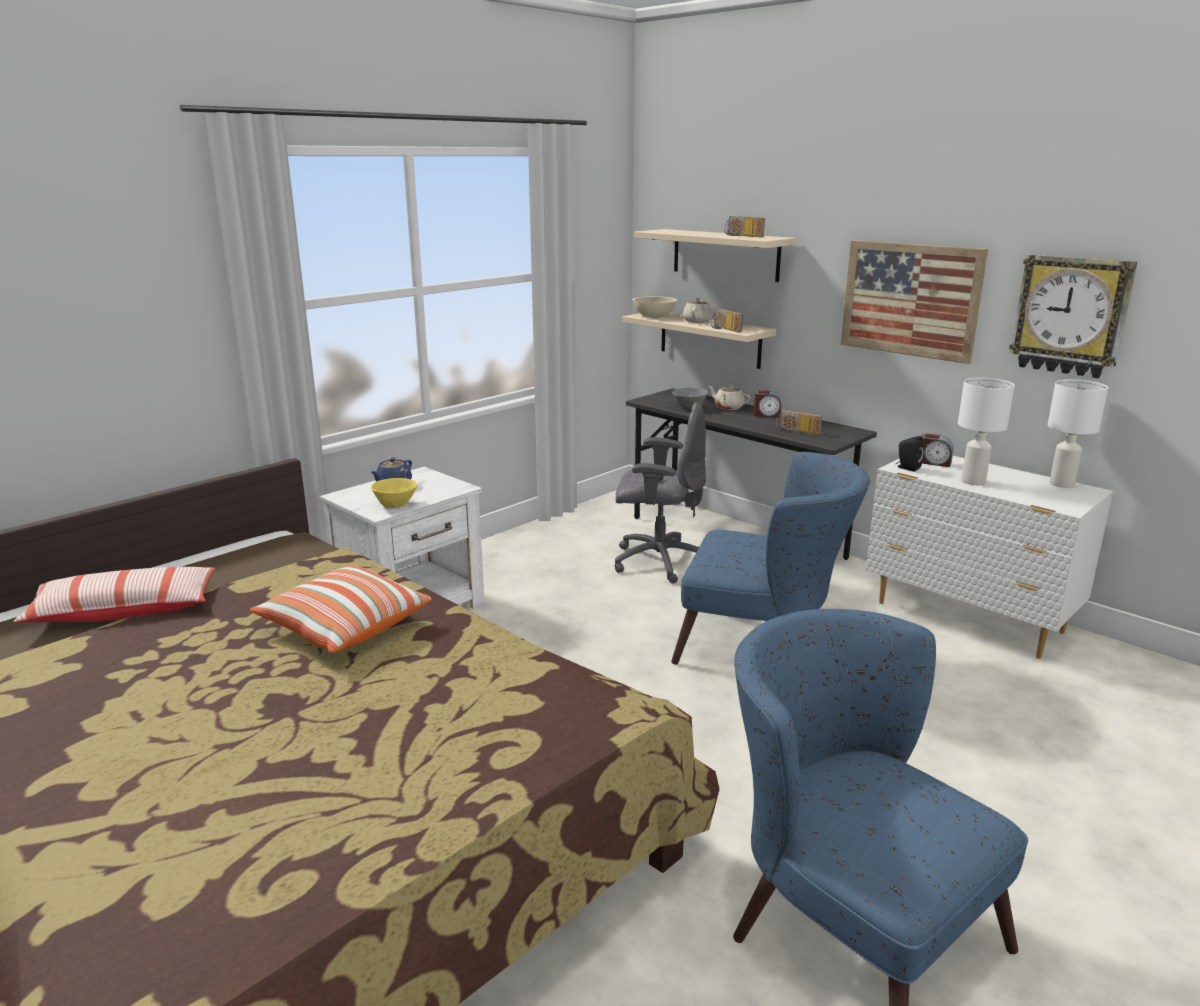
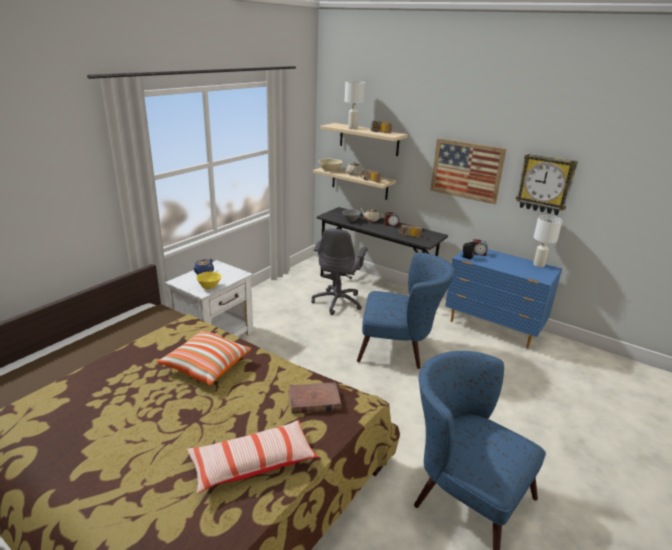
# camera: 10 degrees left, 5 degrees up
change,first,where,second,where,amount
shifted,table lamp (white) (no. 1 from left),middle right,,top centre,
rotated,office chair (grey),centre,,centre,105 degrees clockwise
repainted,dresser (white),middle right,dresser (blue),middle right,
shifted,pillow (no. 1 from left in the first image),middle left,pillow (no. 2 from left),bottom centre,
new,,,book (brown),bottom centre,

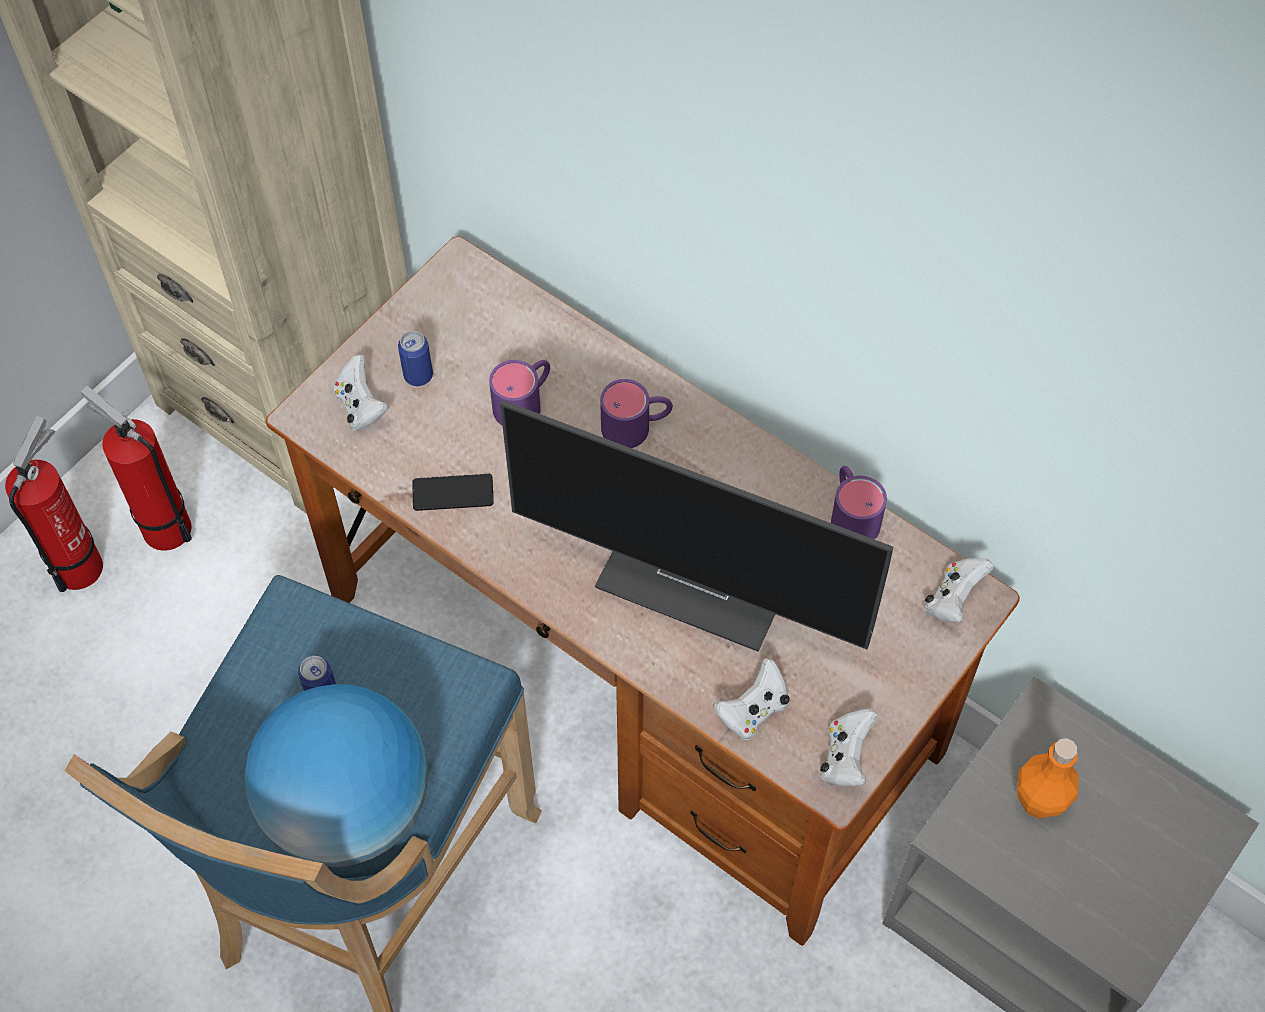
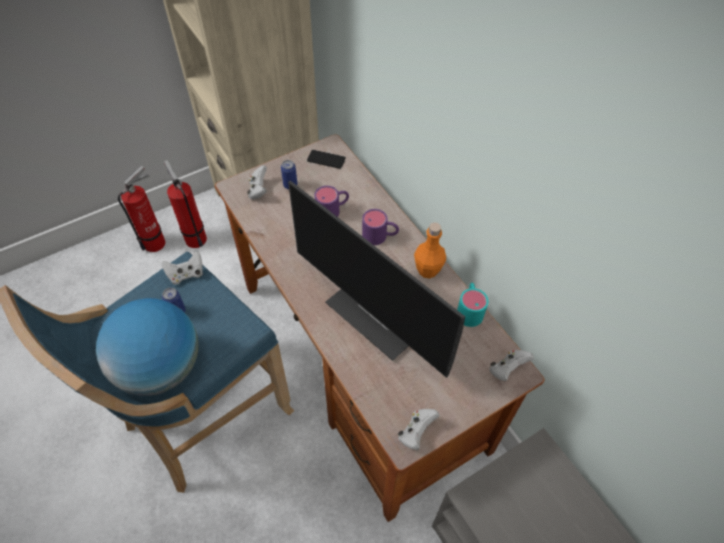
# camera: 20 degrees right, 5 degrees down
change,first,where,second,where,amount
repainted,mug (purple) (no. 3 from left),middle right,mug (turquoise),centre,
shifted,phone,centre,,top centre,
shifted,game controller (white) (no. 2 from left in the first image),bottom centre,game controller (white) (no. 1 from left),middle left,
shifted,bottle (orange),bottom right,,centre,

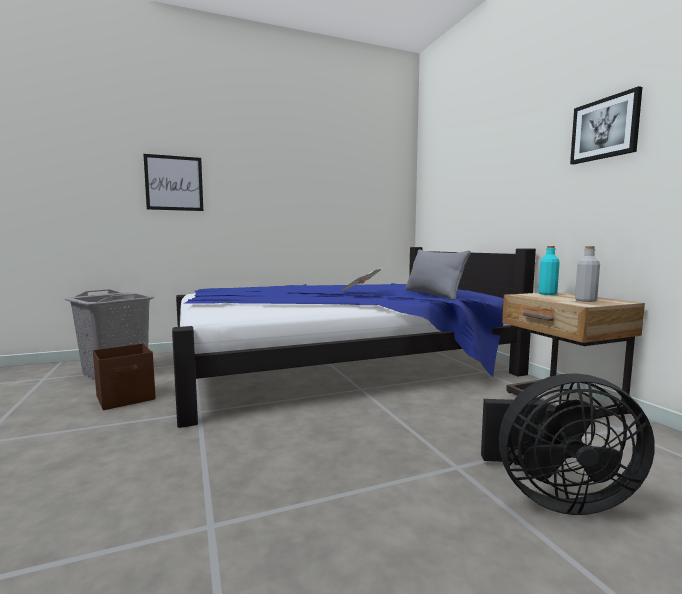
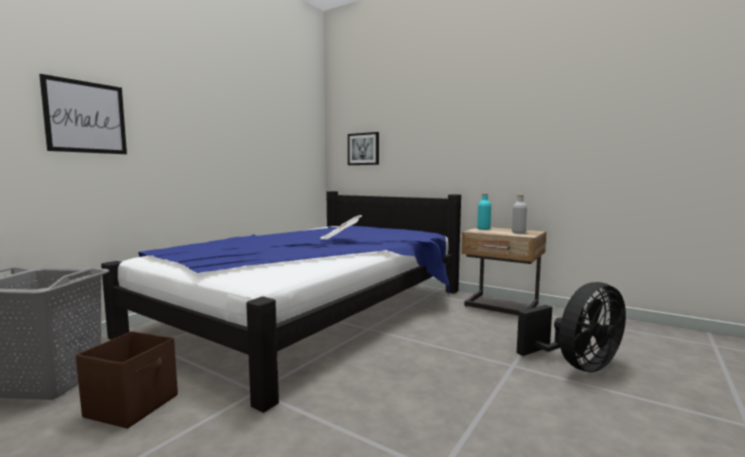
# camera: 35 degrees left, 0 degrees up
change,first,where,second,where,amount
shifted,picture (no. 2 from left),top right,,top centre,
gone,pillow (grey),centre,,,

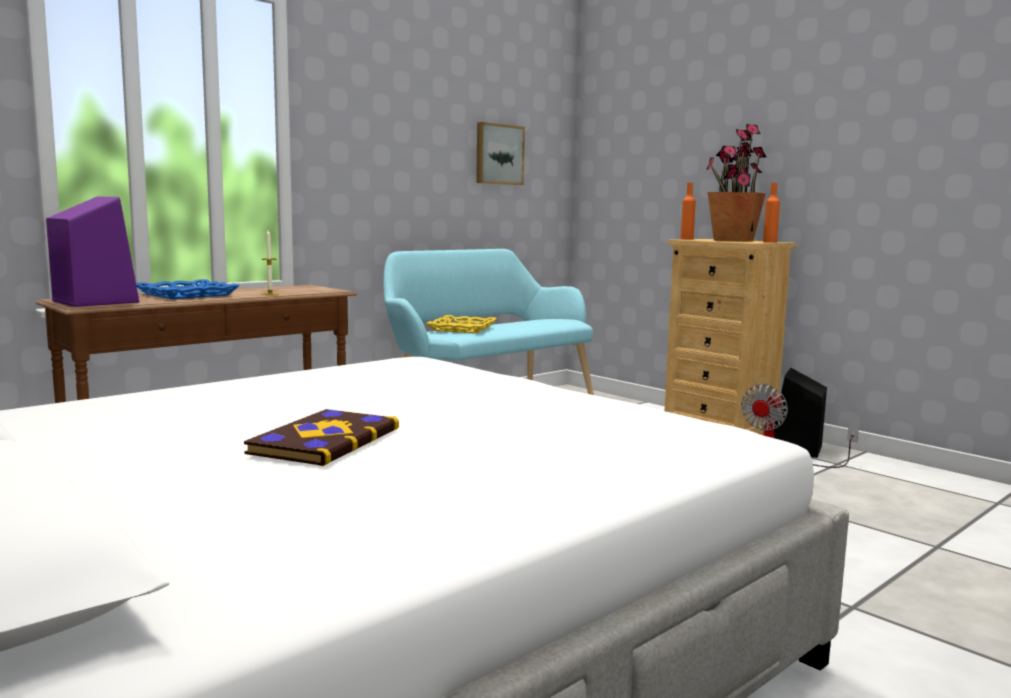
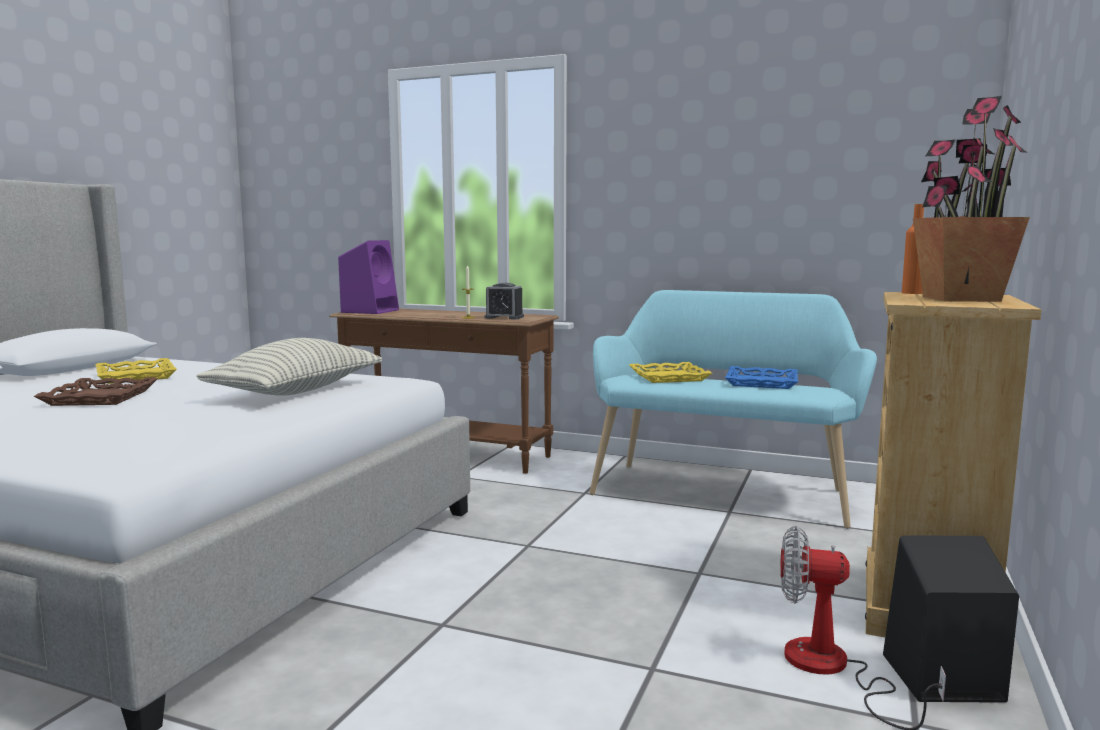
# camera: 65 degrees right, 0 degrees up
change,first,where,second,where,amount
gone,picture,top centre,,,
gone,bottle (orange) (no. 2 from left),top right,,,
shifted,tray (blue),middle left,,middle right,
swapped,book,middle left,tray (brown),middle left,
new,,,alarm clock,centre,
new,,,pillow,middle left,
new,,,tray (yellow) (no. 1 from left),middle left,

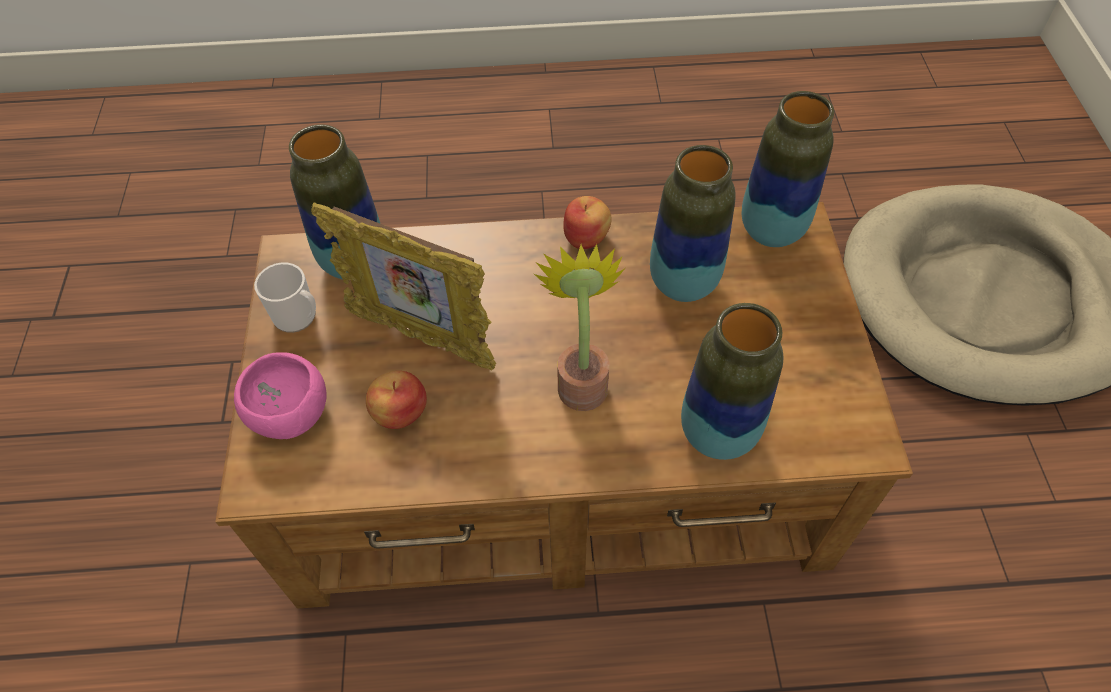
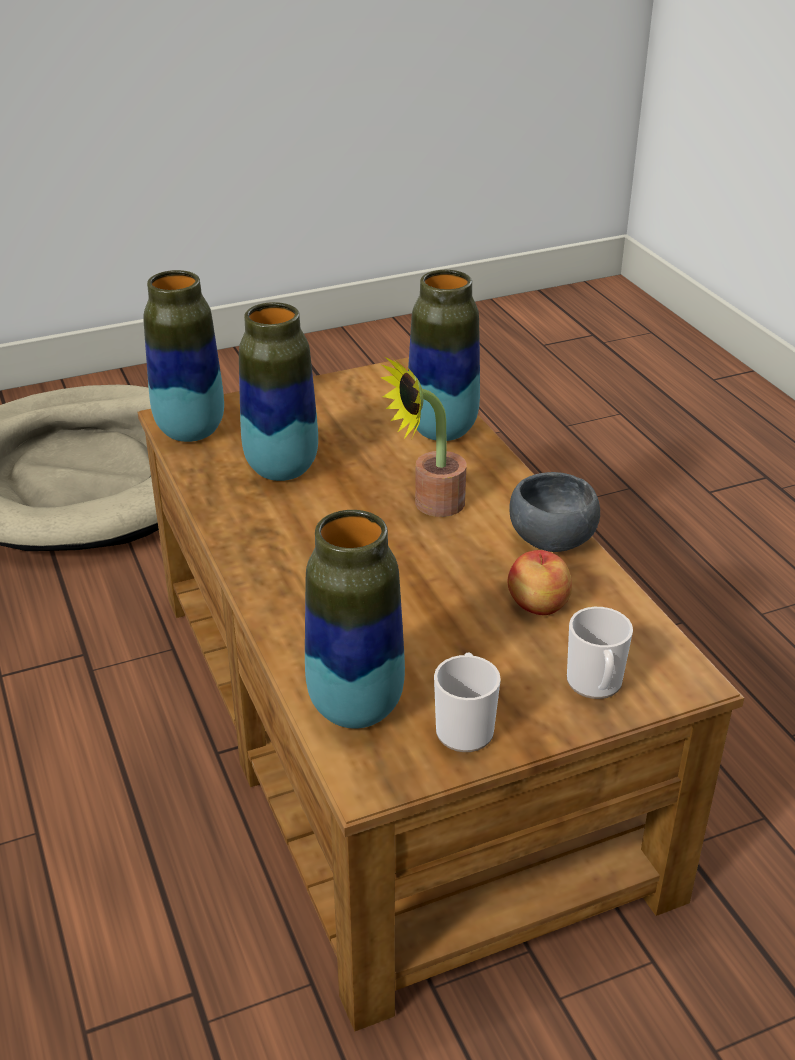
# camera: 110 degrees left, 20 degrees down
change,first,where,second,where,amount
gone,apple (no. 2 from left),top centre,,,
gone,picture frame,centre,,,
swapped,bowl (pink),middle left,mug (no. 2 from left),middle right,
new,,,bowl (grey),middle right,

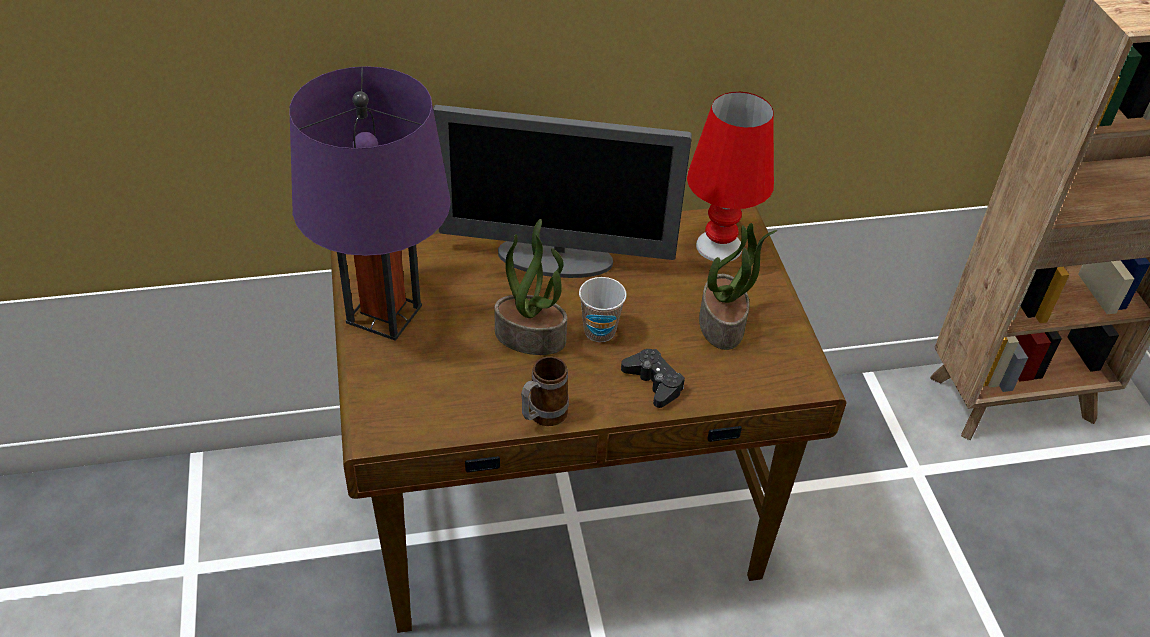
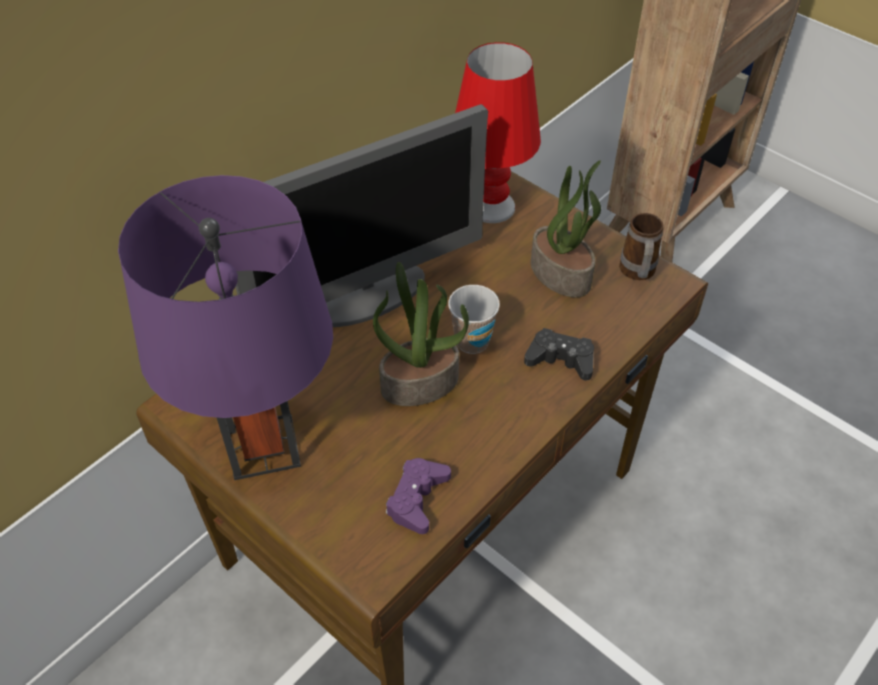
# camera: 35 degrees left, 5 degrees up
change,first,where,second,where,amount
shifted,mug,centre,,middle right,
new,,,game controller (purple),bottom centre,

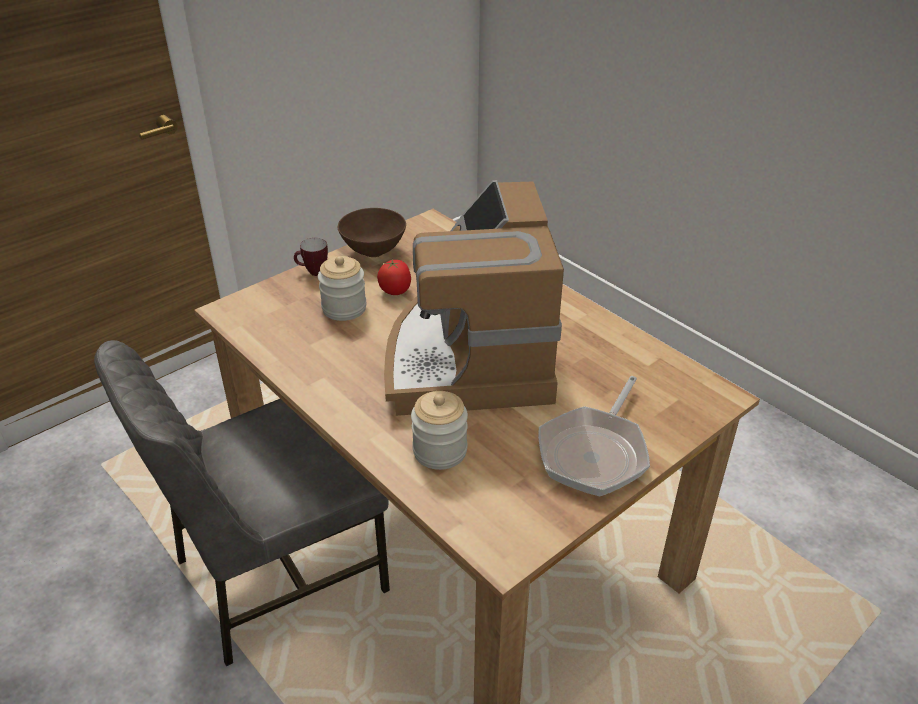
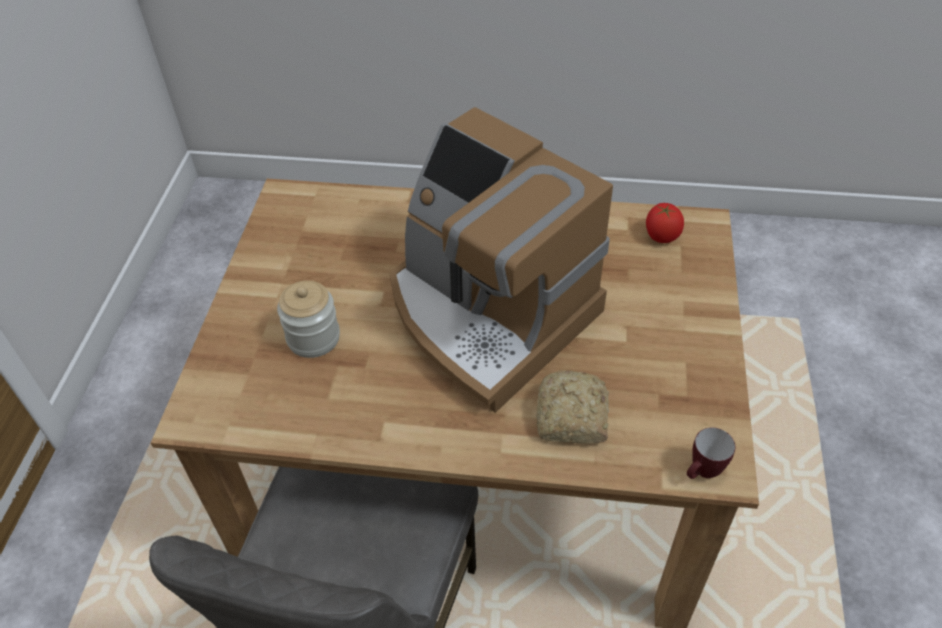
# camera: 40 degrees left, 10 degrees up
change,first,where,second,where,amount
gone,bowl (brown),top centre,,,
shifted,mug,centre,,bottom right,
shifted,tomato,centre,,middle right,
gone,frying pan,centre,,,
swapped,jar (no. 2 from left),centre,bread,centre,

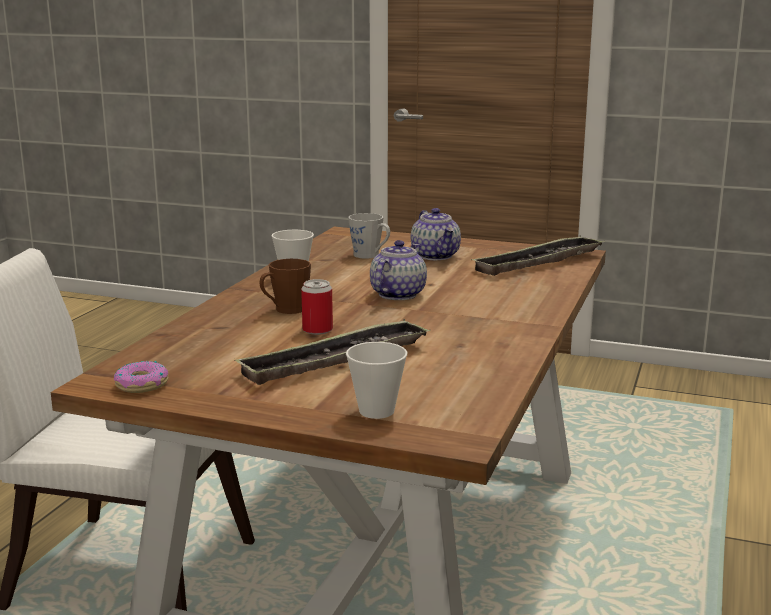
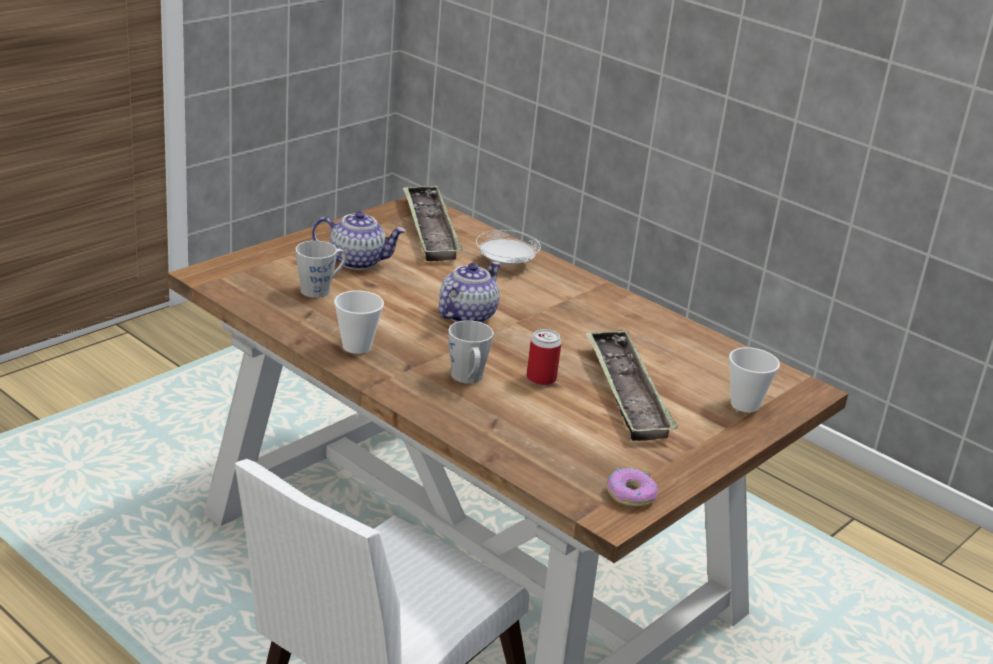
# camera: 70 degrees left, 10 degrees up
change,first,where,second,where,amount
rotated,teapot (no. 1 from left in the first image),centre,teapot (no. 2 from left),centre,75 degrees clockwise
repainted,mug (brown),centre,mug (grey) (no. 2 from left),centre,
new,,,plate (white),centre,

